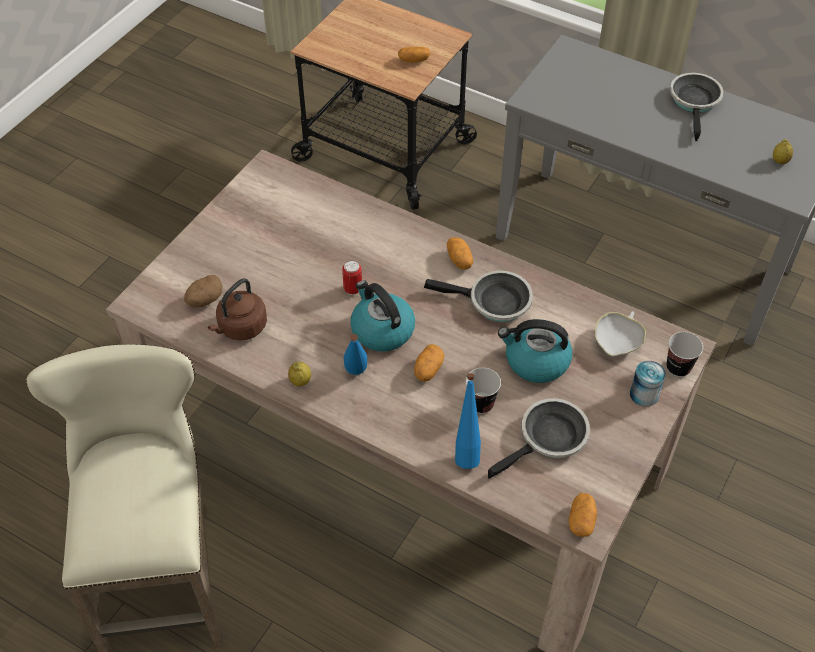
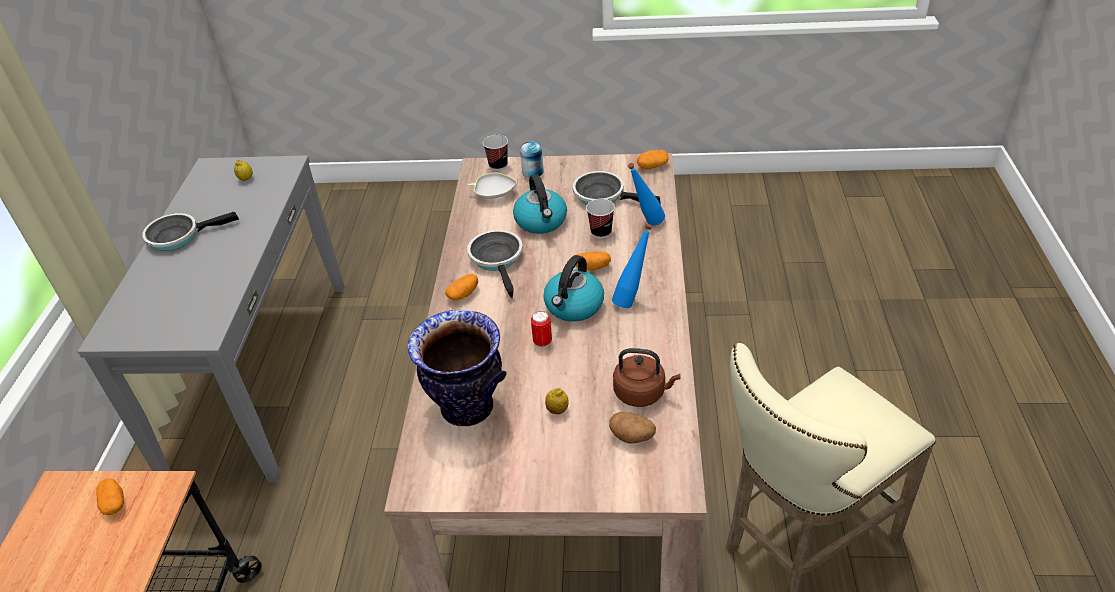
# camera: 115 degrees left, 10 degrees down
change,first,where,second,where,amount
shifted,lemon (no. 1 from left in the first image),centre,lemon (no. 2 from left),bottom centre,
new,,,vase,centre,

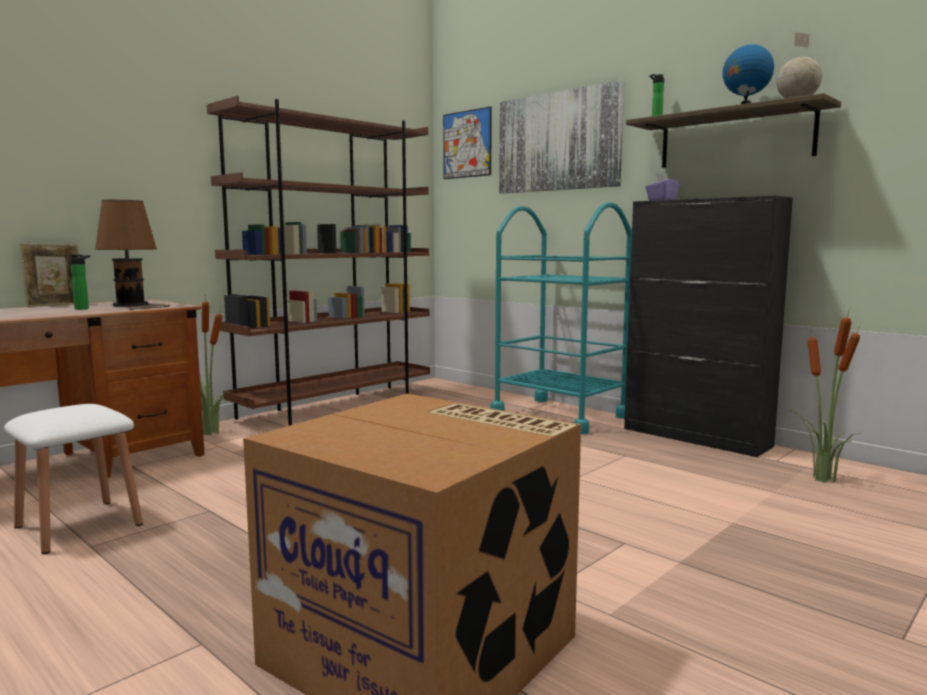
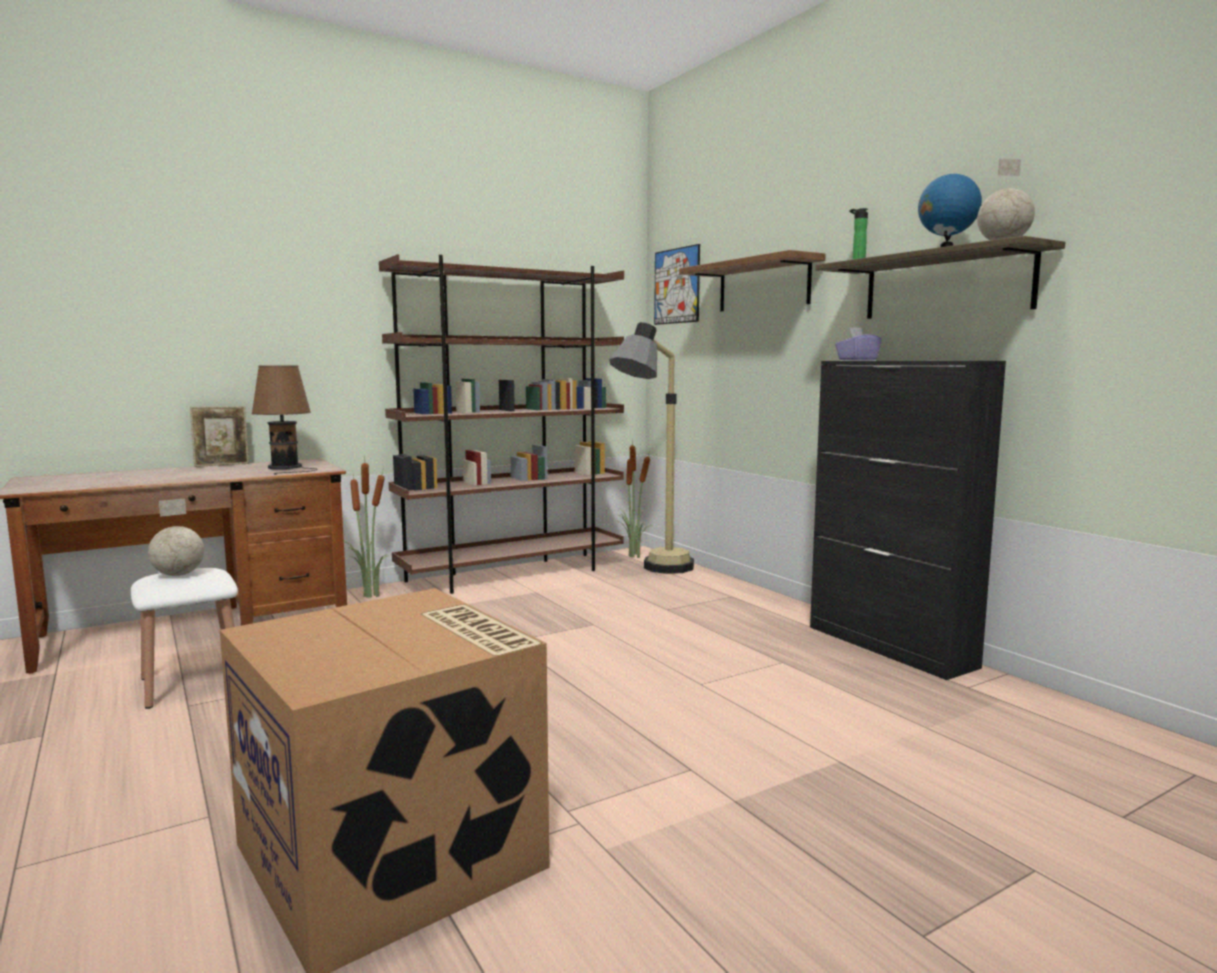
# camera: 15 degrees right, 0 degrees up
change,first,where,second,where,amount
swapped,picture (no. 2 from left),top centre,shelf (no. 1 from left),top centre,
gone,cart (turquoise),centre,,,
gone,bottle (no. 1 from left),middle left,,,
shifted,potted plant (no. 2 from left),middle right,,centre,
new,,,floor lamp,centre,
new,,,globe (no. 1 from left),middle left,

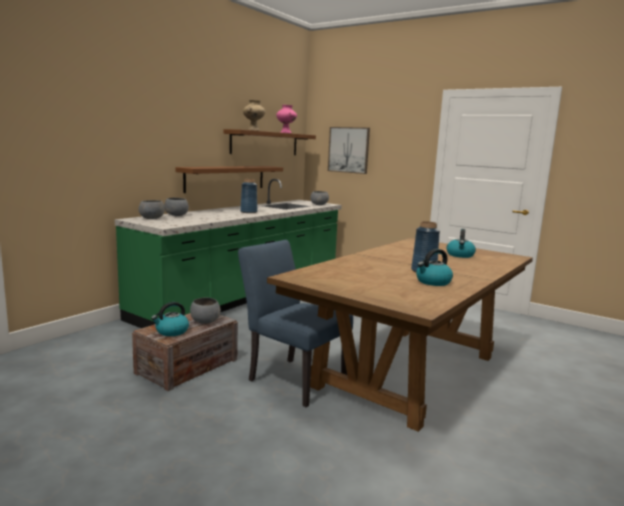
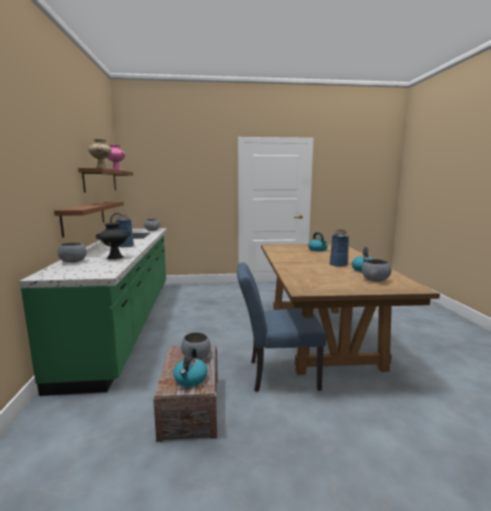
# camera: 40 degrees left, 0 degrees up
change,first,where,second,where,amount
gone,picture,top centre,,,
shifted,bowl (grey) (no. 1 from left in the first image),middle left,bowl (grey) (no. 4 from left),middle right,
new,,,vase (black),middle left,

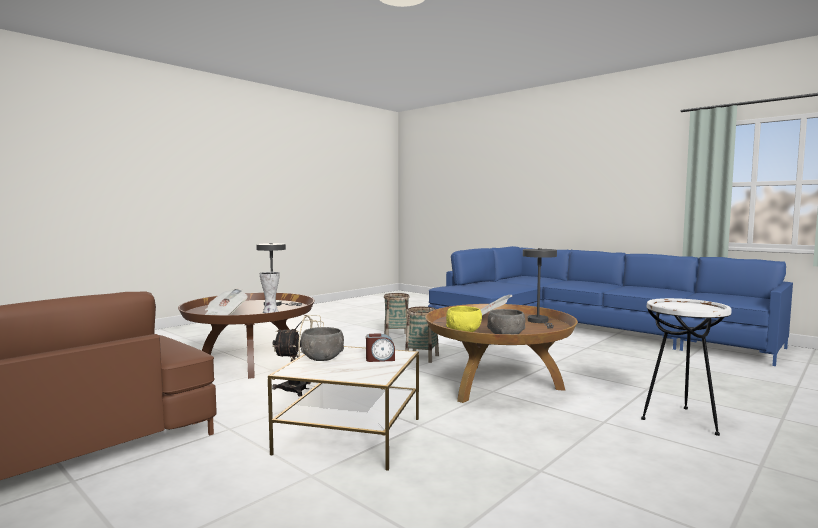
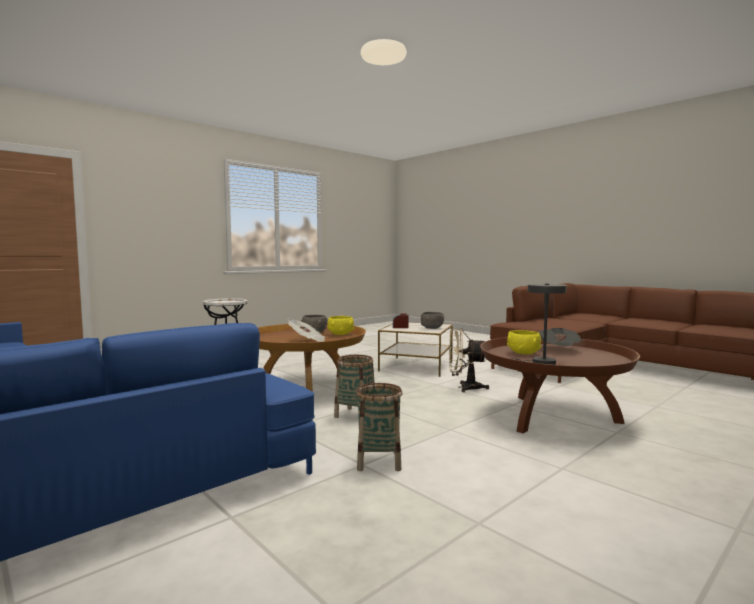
# camera: 175 degrees left, 0 degrees up
change,first,where,second,where,amount
gone,table lamp (grey) (no. 2 from left),centre,,,
swapped,vase,middle left,bowl (yellow) (no. 2 from left),middle right,

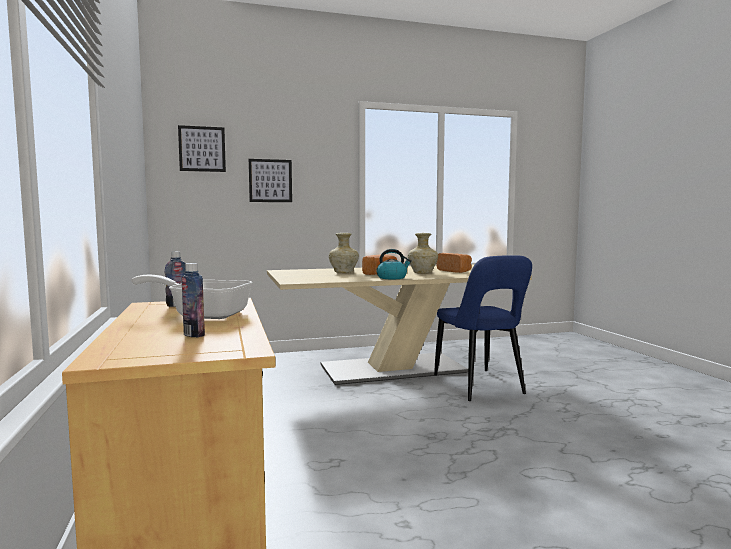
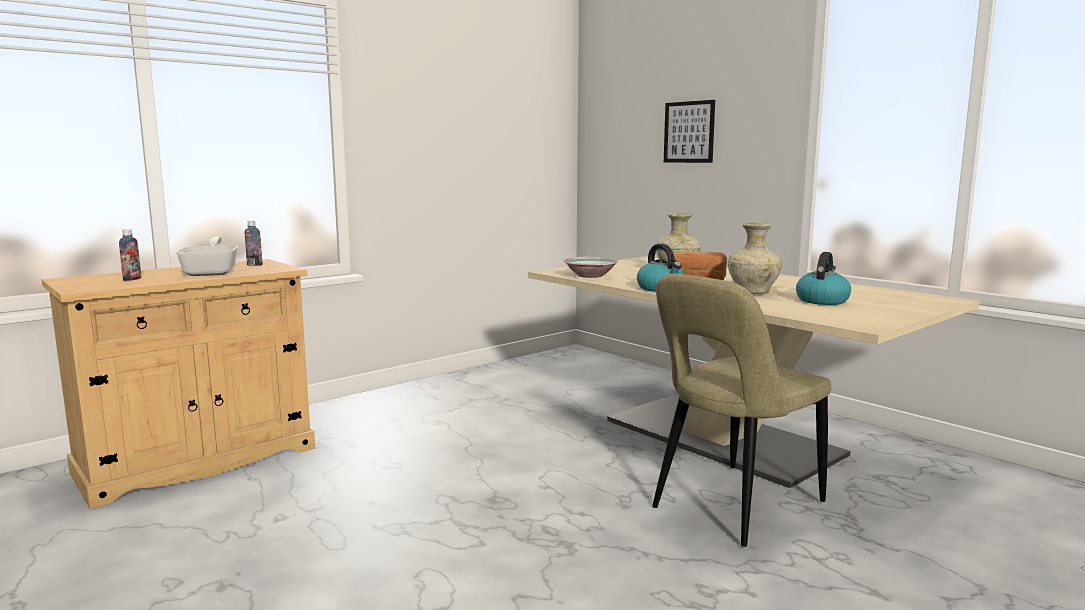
# camera: 65 degrees right, 5 degrees up
change,first,where,second,where,amount
gone,picture (no. 1 from left),top left,,,
swapped,bread (no. 2 from left),centre,kettle (no. 2 from left),middle right,
repainted,chair (blue),centre,chair (beige),bottom right,
new,,,bowl,centre,

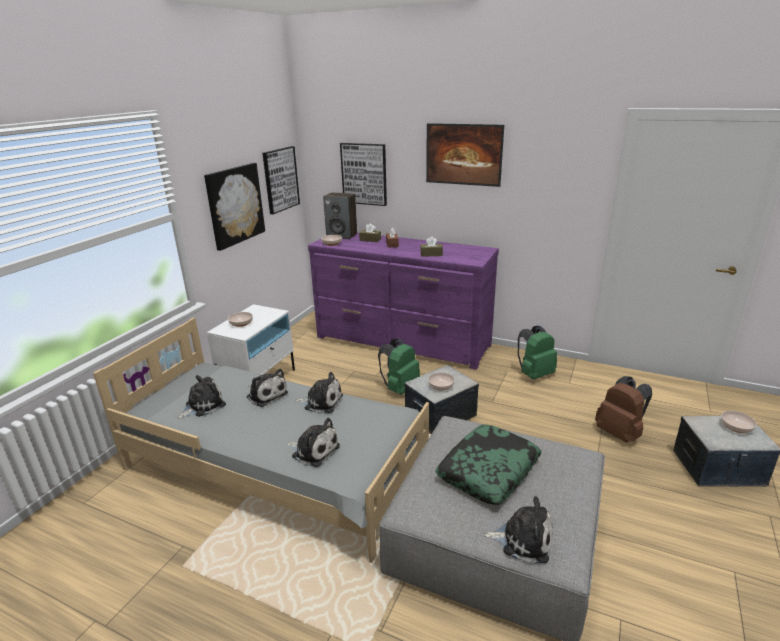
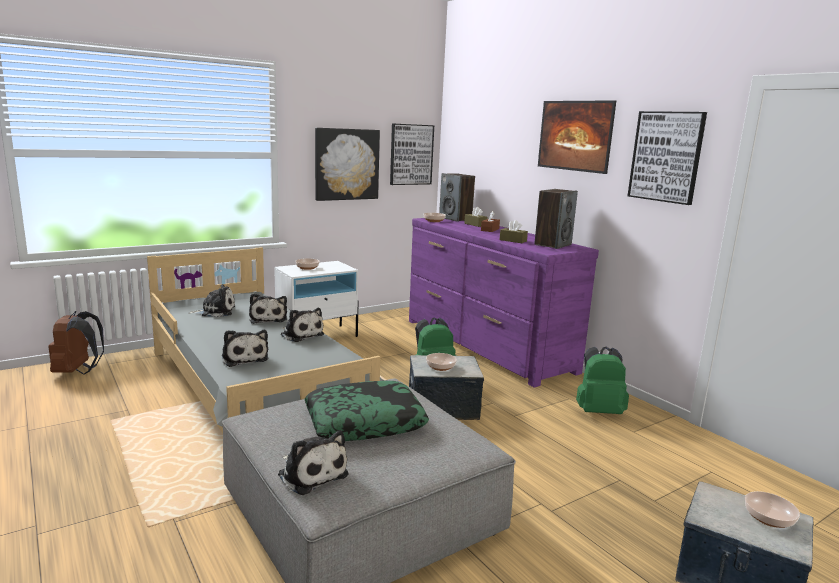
# camera: 30 degrees right, 10 degrees down
change,first,where,second,where,amount
shifted,picture (no. 3 from left in the first image),top centre,picture (no. 4 from left),top right,
shifted,backpack (brown),middle right,,middle left,
new,,,speaker (no. 2 from left),centre,

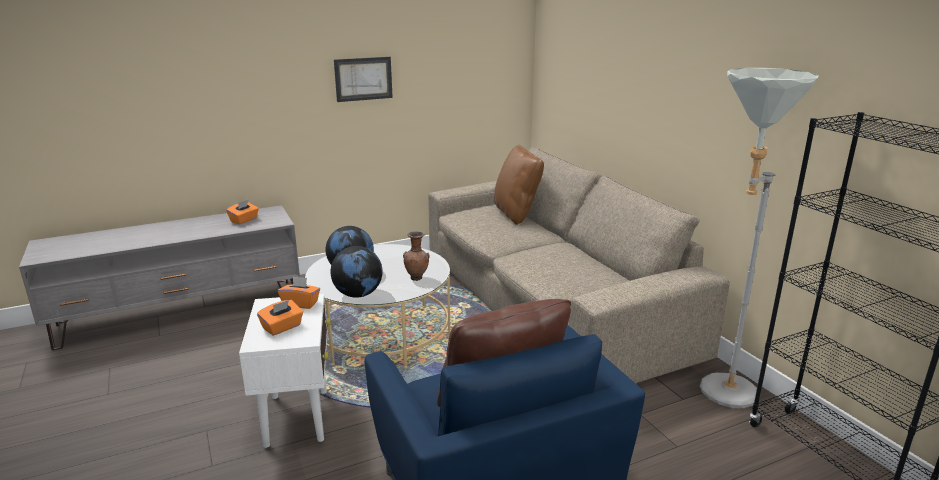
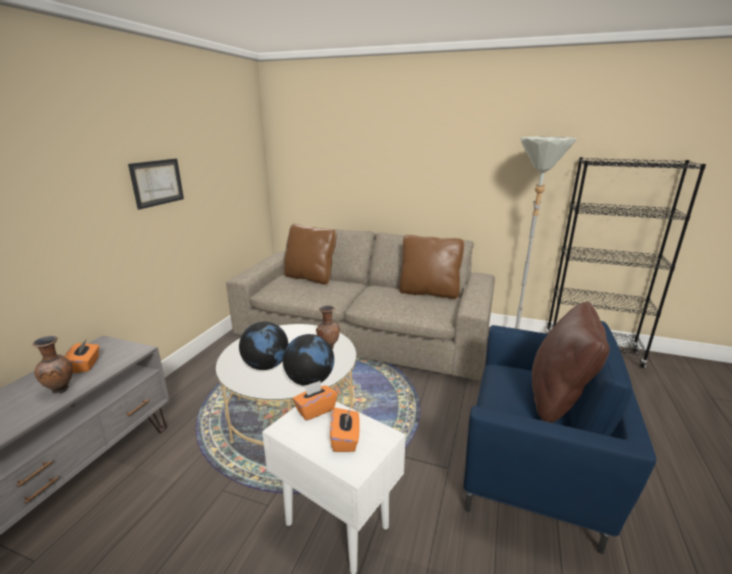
# camera: 45 degrees left, 0 degrees up
change,first,where,second,where,amount
new,,,pillow (brown) (no. 2 from left),centre,
new,,,vase (brown) (no. 1 from left),middle left,

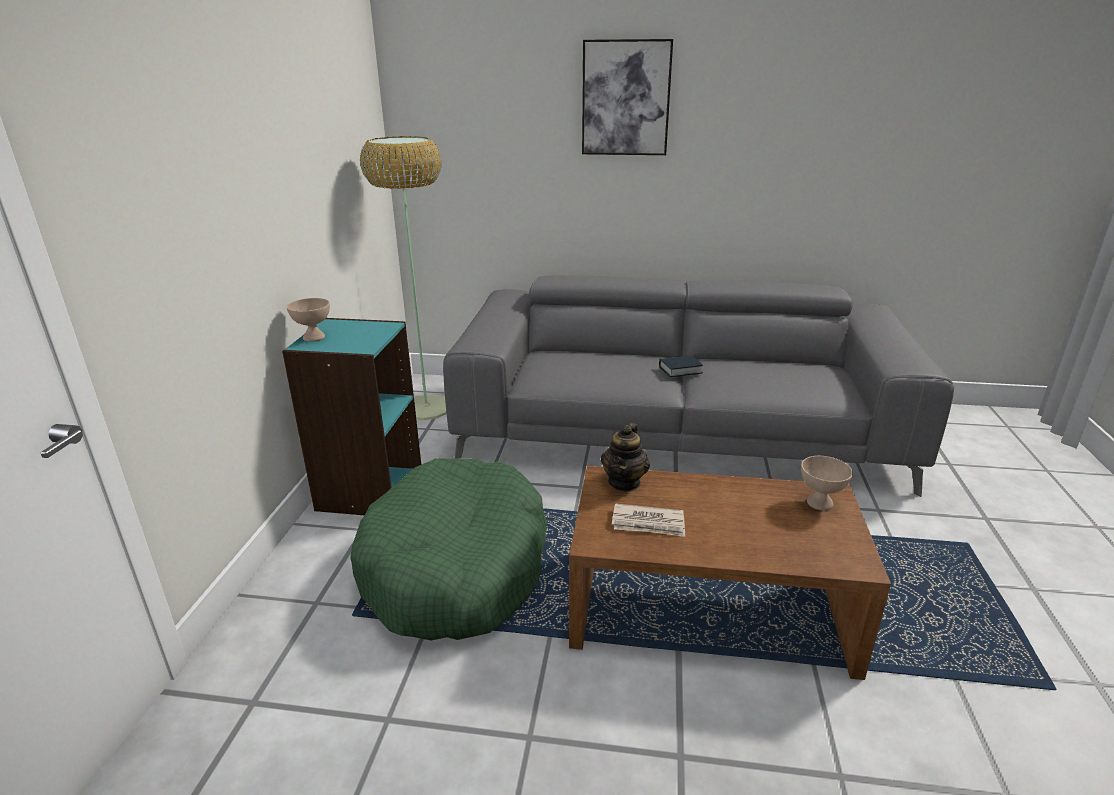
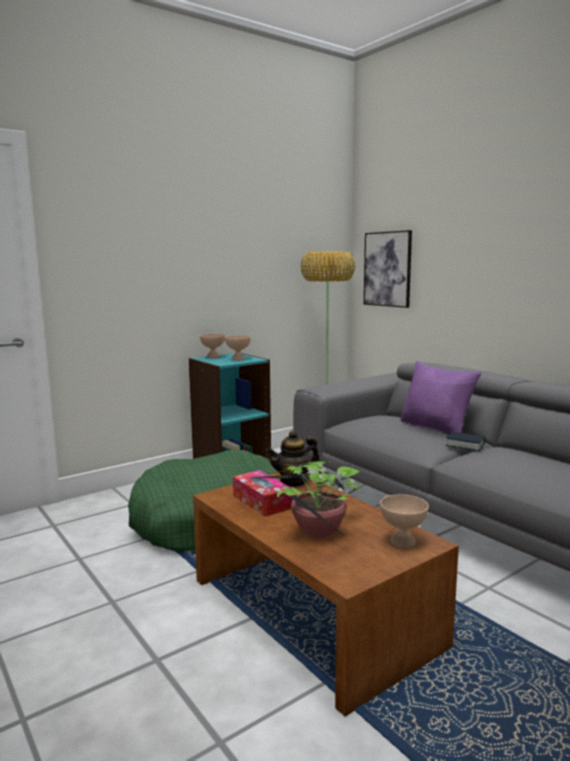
# camera: 45 degrees right, 15 degrees down
change,first,where,second,where,amount
shifted,picture,top centre,,middle right,
swapped,newspaper,centre,tissue box,centre,
new,,,bowl (beige) (no. 2 from left),centre,
new,,,pillow (purple),middle right,
new,,,potted plant,centre,

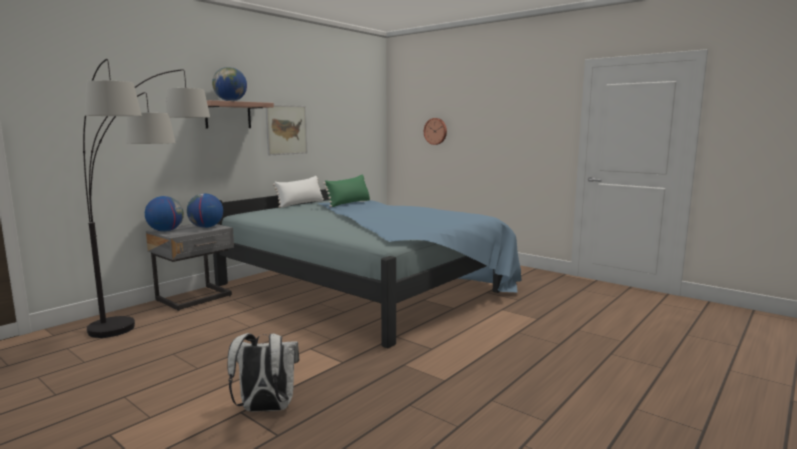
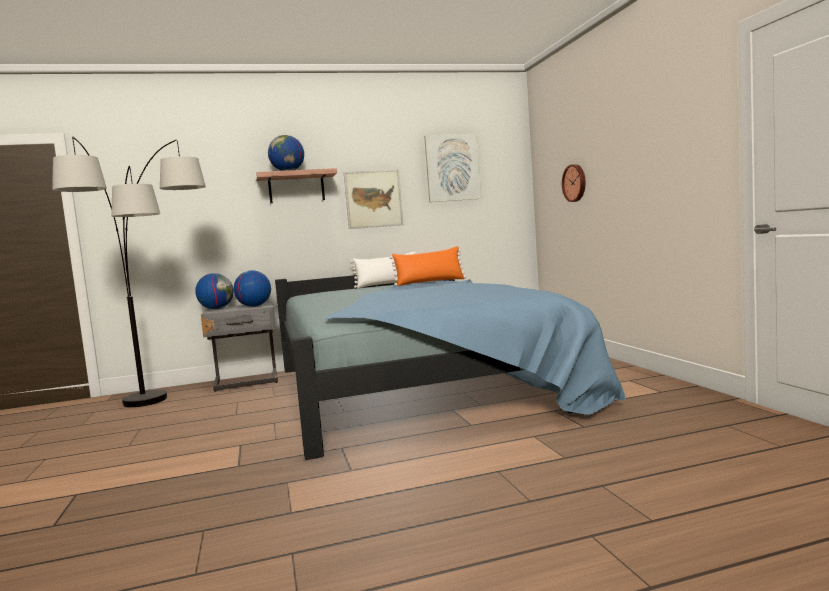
# camera: 35 degrees right, 5 degrees down
change,first,where,second,where,amount
repainted,pillow (green),centre,pillow (orange),centre,
gone,backpack (white),bottom left,,,
new,,,picture (no. 2 from left),top centre,

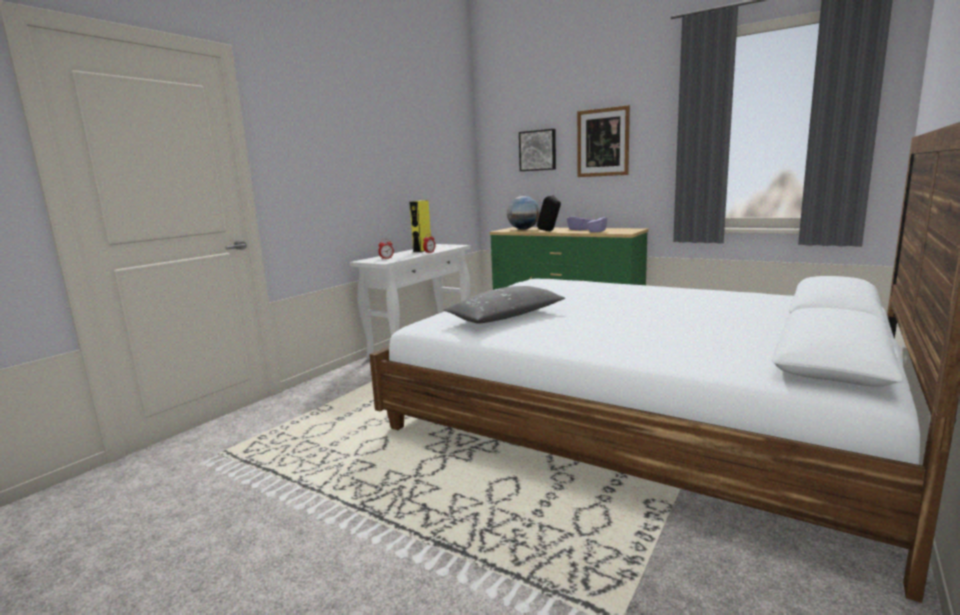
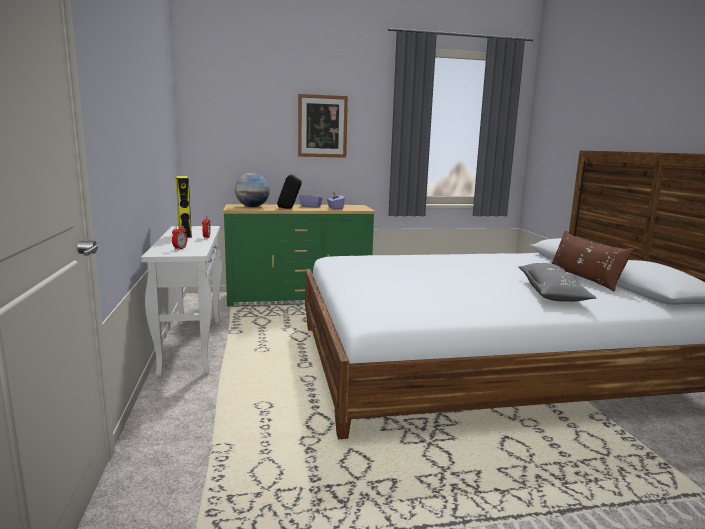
# camera: 45 degrees left, 0 degrees up
change,first,where,second,where,amount
gone,picture (no. 1 from left),top centre,,,
shifted,pillow (grey),centre,,middle right,
new,,,pillow (brown),middle right,

